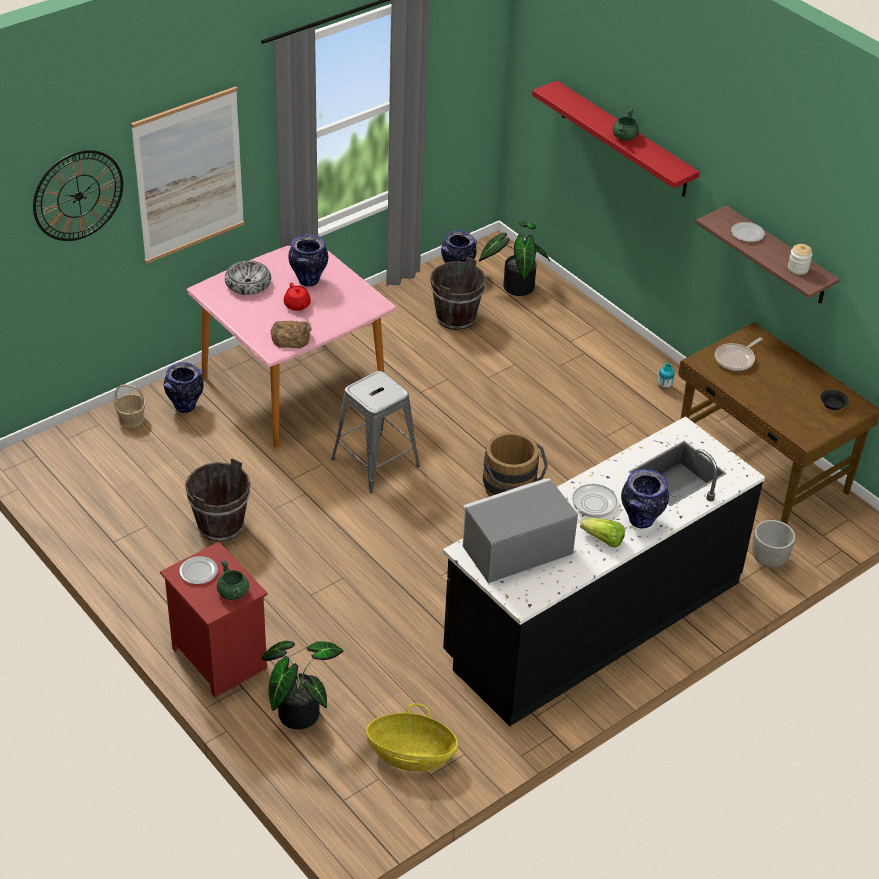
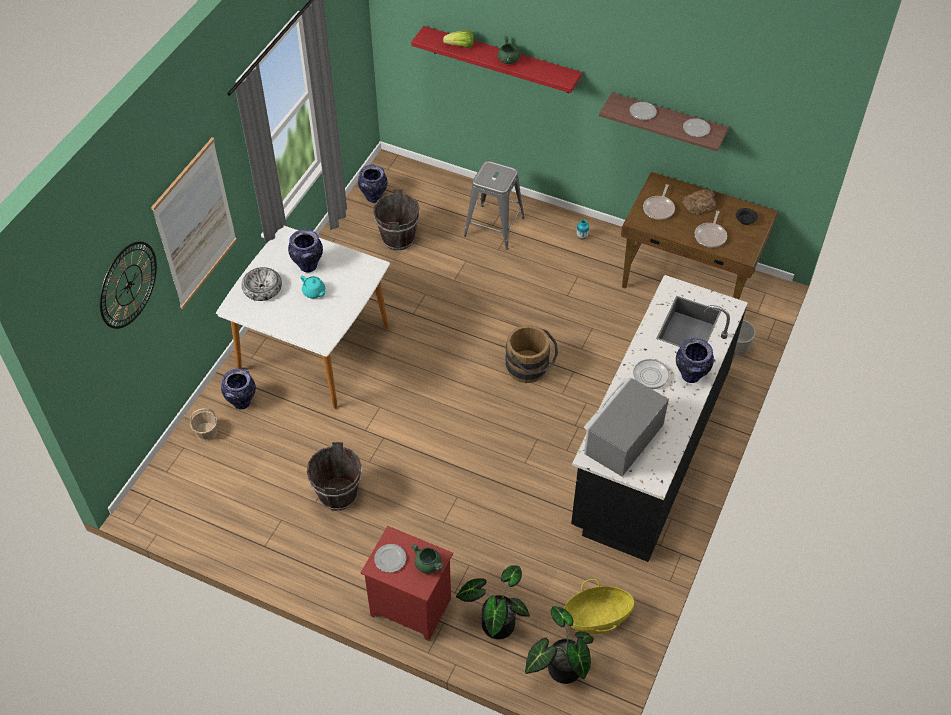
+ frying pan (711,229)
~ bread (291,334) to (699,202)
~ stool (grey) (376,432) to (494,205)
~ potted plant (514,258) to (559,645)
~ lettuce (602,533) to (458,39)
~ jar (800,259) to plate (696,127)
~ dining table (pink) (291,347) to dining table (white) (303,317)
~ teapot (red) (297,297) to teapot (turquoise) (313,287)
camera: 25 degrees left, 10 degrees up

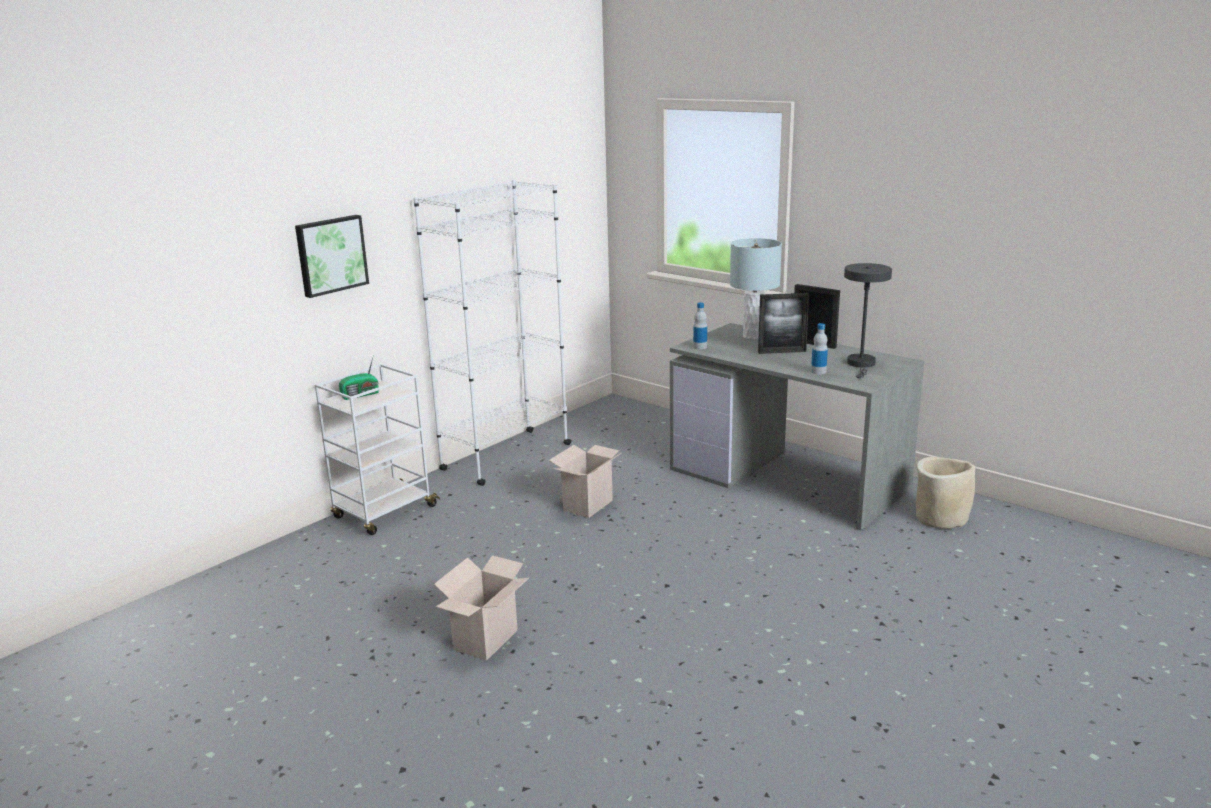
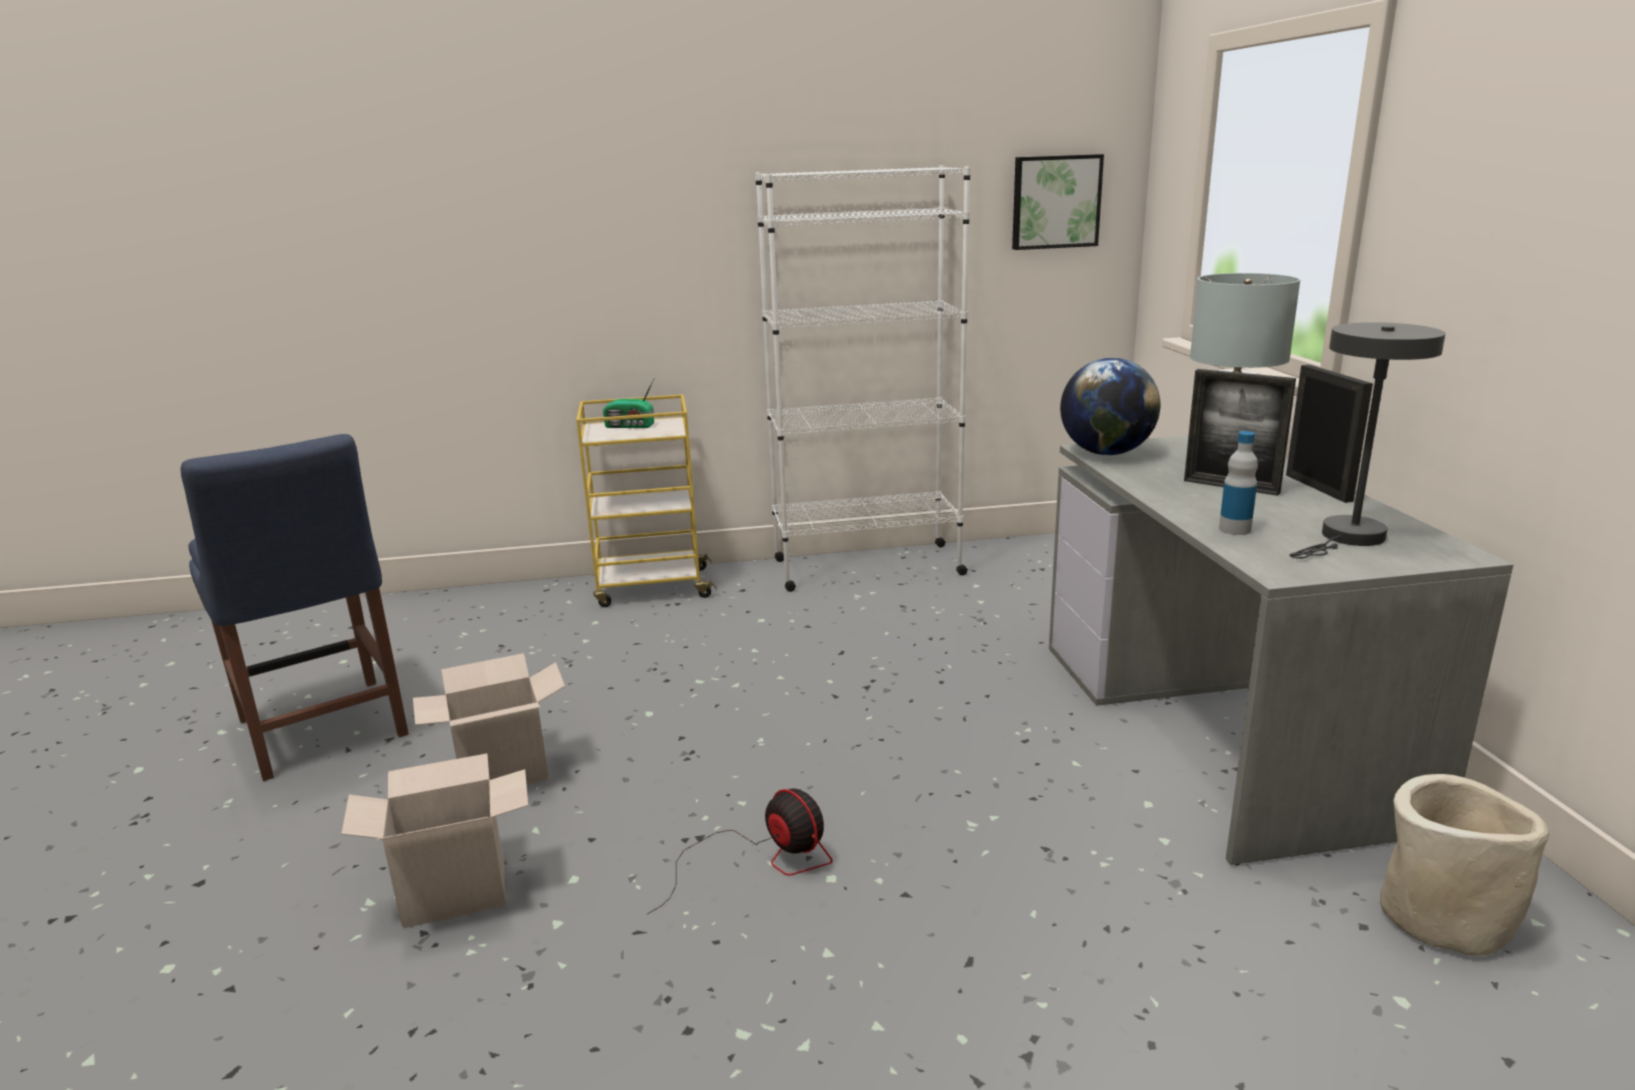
+ chair (blue) (295,607)
+ fan (739,851)
~ picture (332,256) to (1058,202)
~ cardboard box (585,481) to (434,841)
~ bottle (700,326) to globe (1110,406)
~ cart (white) (377,449) to cart (yellow) (646,500)
camera: 40 degrees right, 0 degrees up

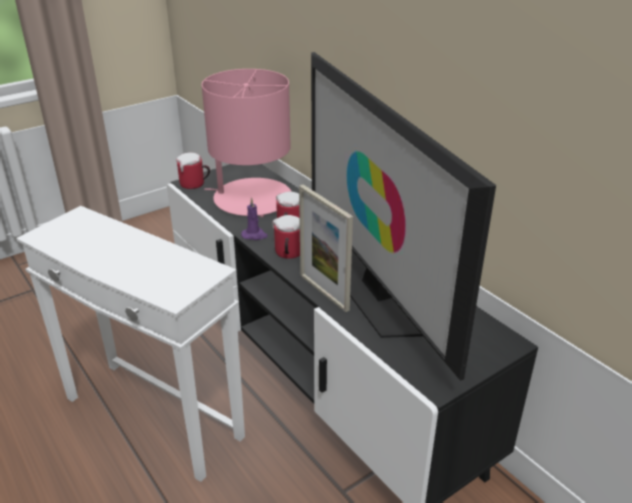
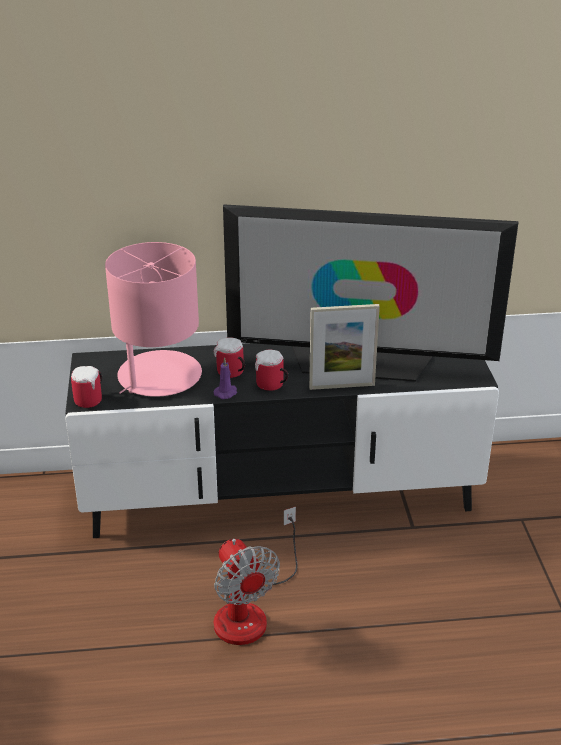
~ side table (white) (130,344) to fan (256,576)
camera: 60 degrees left, 0 degrees up

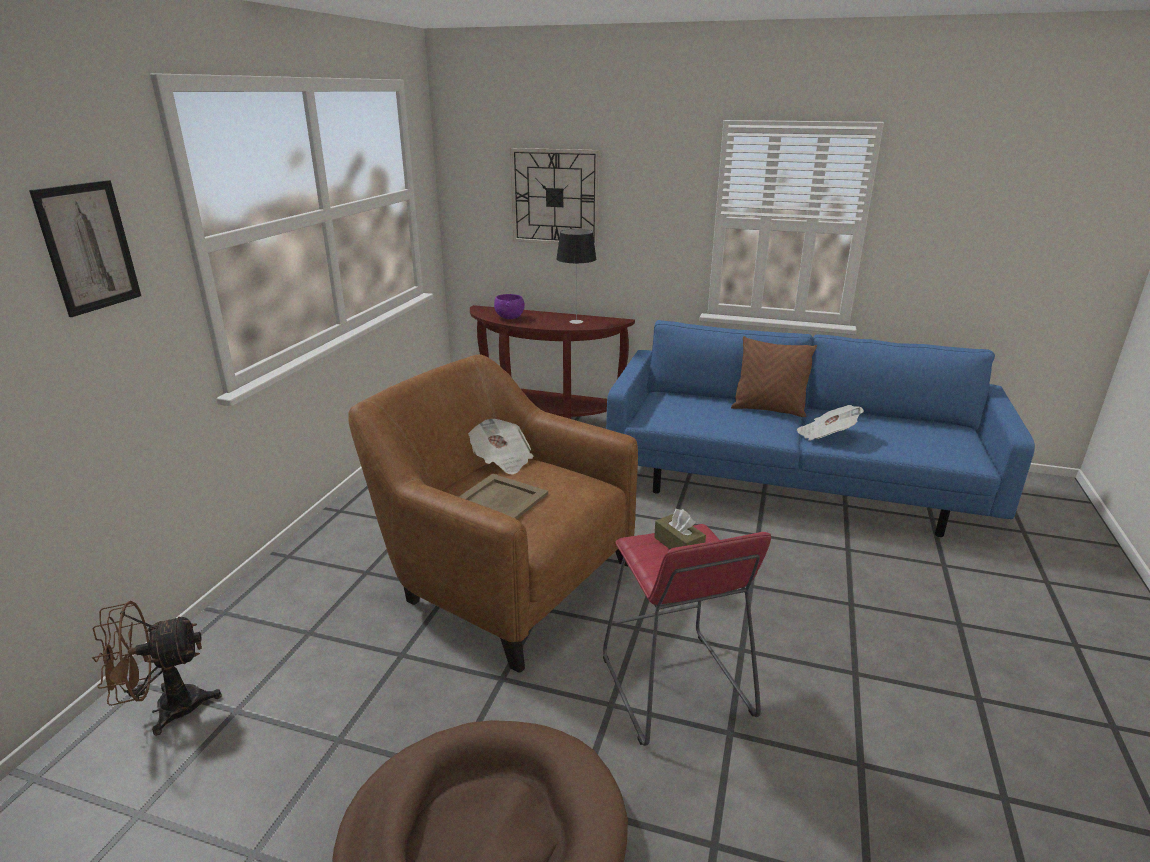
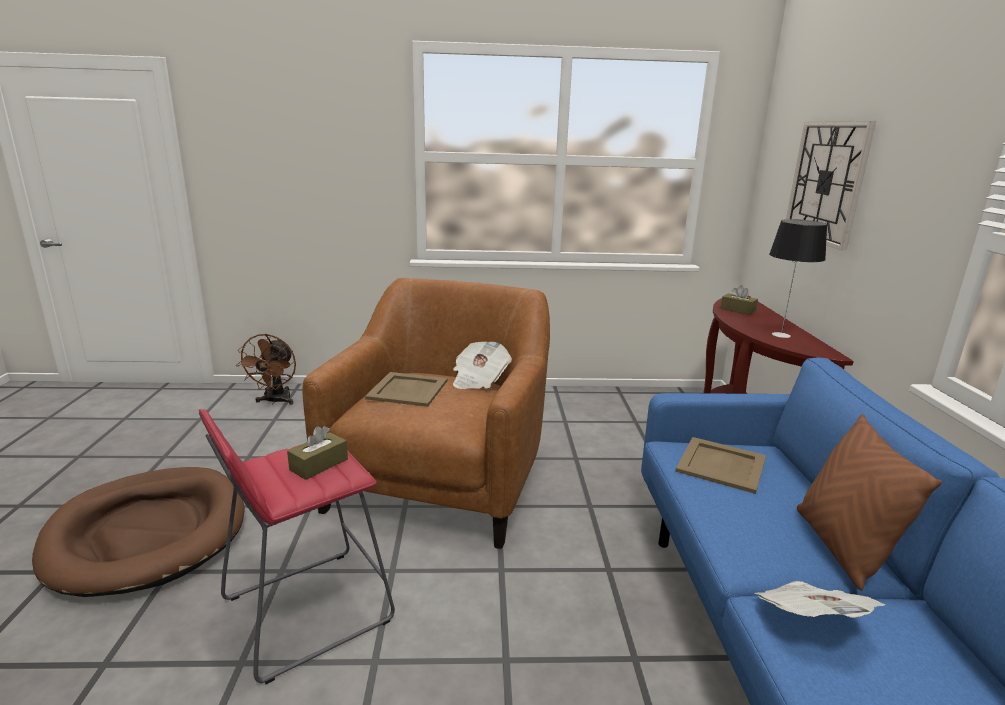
- picture (85,248)
+ tray (beige) (720,465)
~ bowl (purple) (509,306) to tissue box (brown) (739,300)
~ fan (brown) (157,668) = (266,369) 135 degrees counterclockwise
camera: 70 degrees right, 5 degrees down

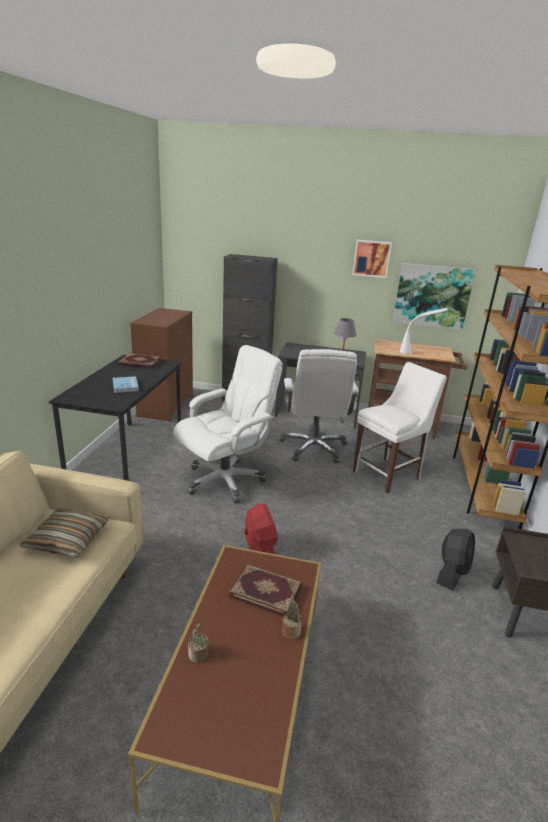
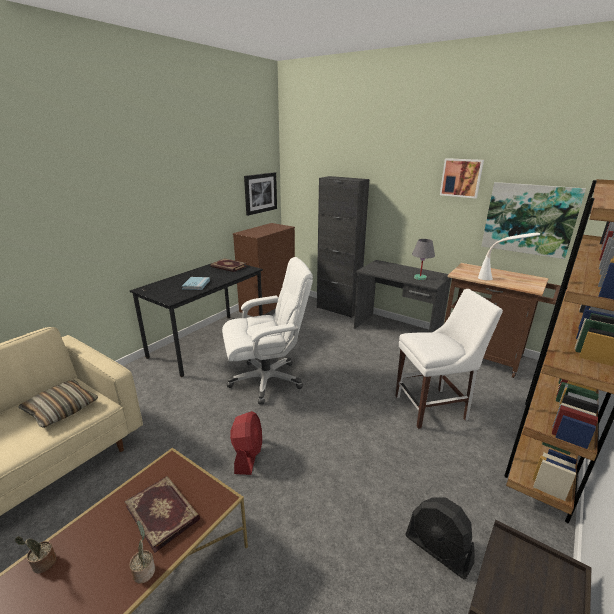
- office chair (white) (319,406)
+ picture (260,194)
~ fan (black) (455,560) = (440,539) 75 degrees clockwise
camera: 25 degrees right, 0 degrees up

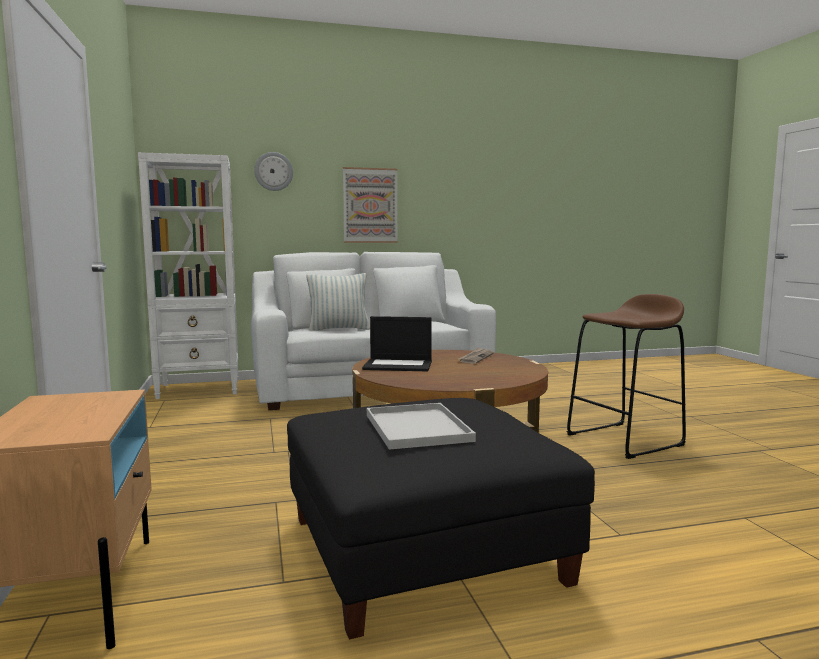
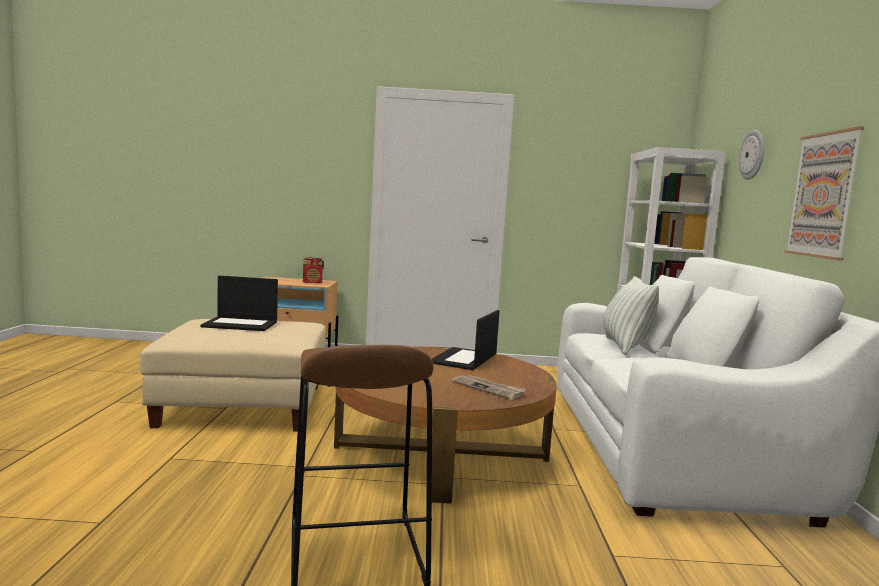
+ radio (313,269)
~ tray (white) (421,426) to laptop (239,303)
~ ottoman (black) (441,519) to ottoman (beige) (233,375)
camera: 105 degrees right, 0 degrees up

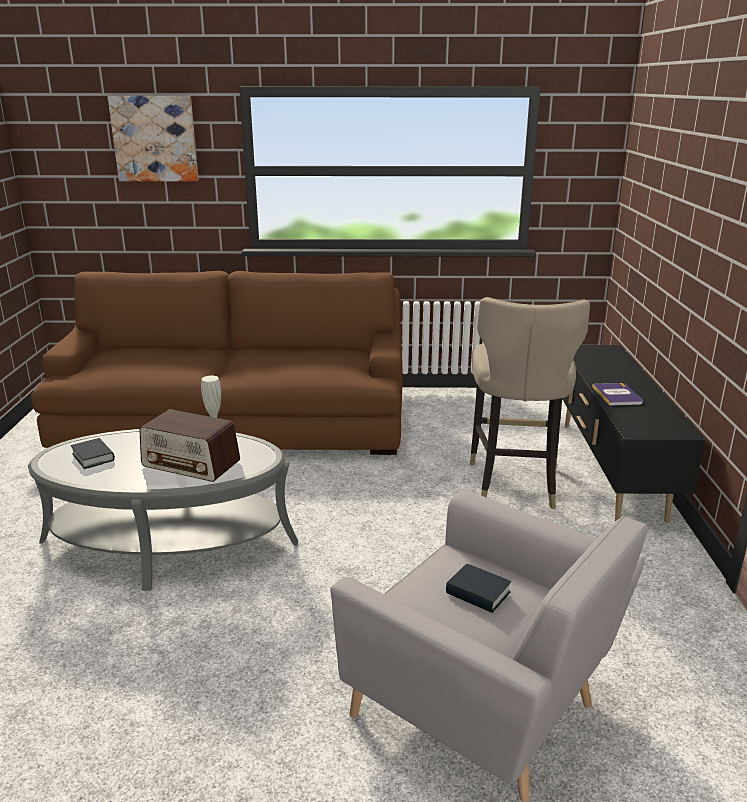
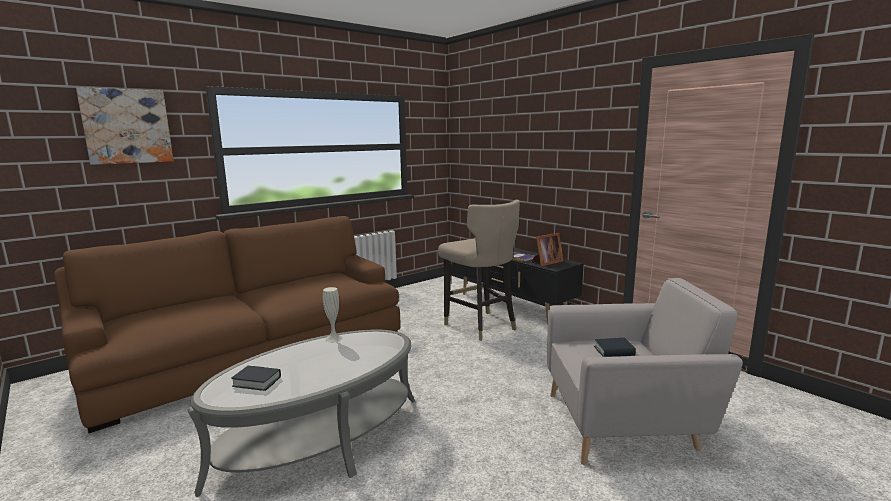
- radio (189,445)
+ picture frame (547,249)
camera: 40 degrees left, 10 degrees down

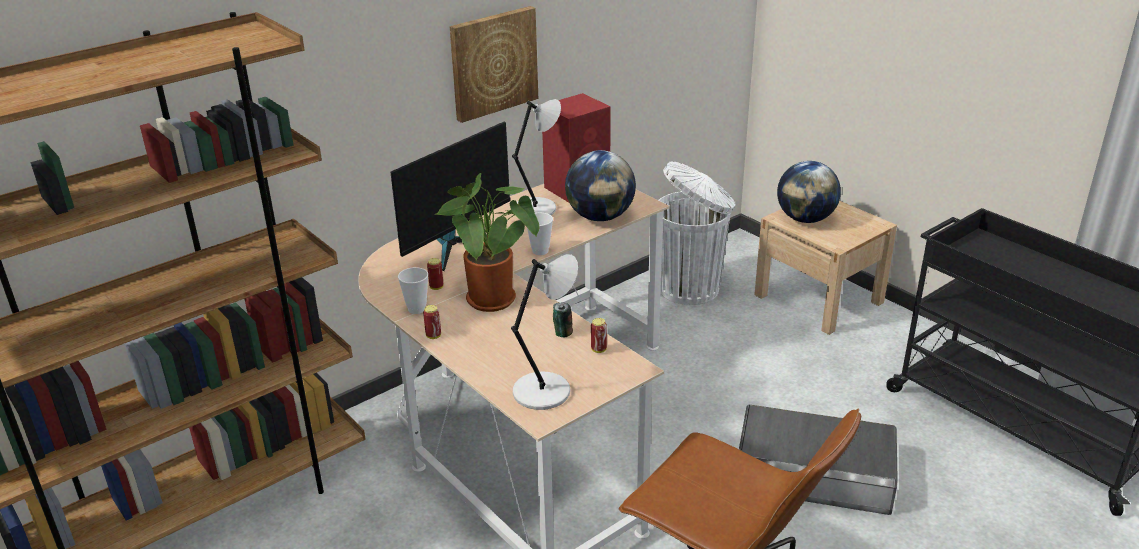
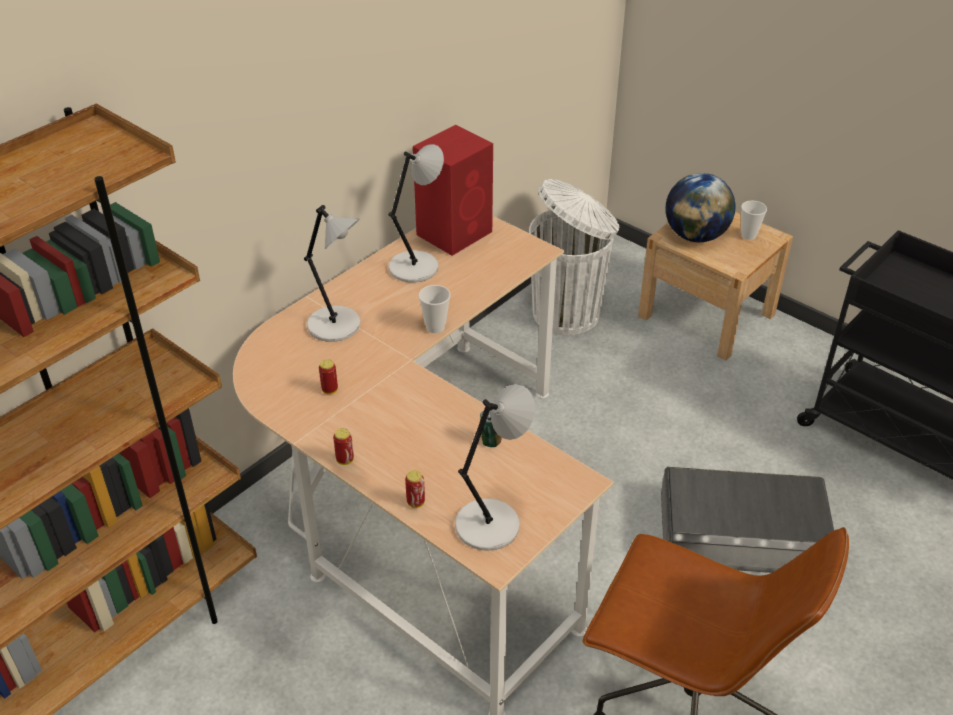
- potted plant (486,242)
- picture (494,64)
- globe (600,185)
~ cup (413,290) to (754,220)
~ can (599,335) to (415,489)
~ monitor (450,196) to table lamp (grey) (332,273)
camera: 10 degrees left, 10 degrees up

